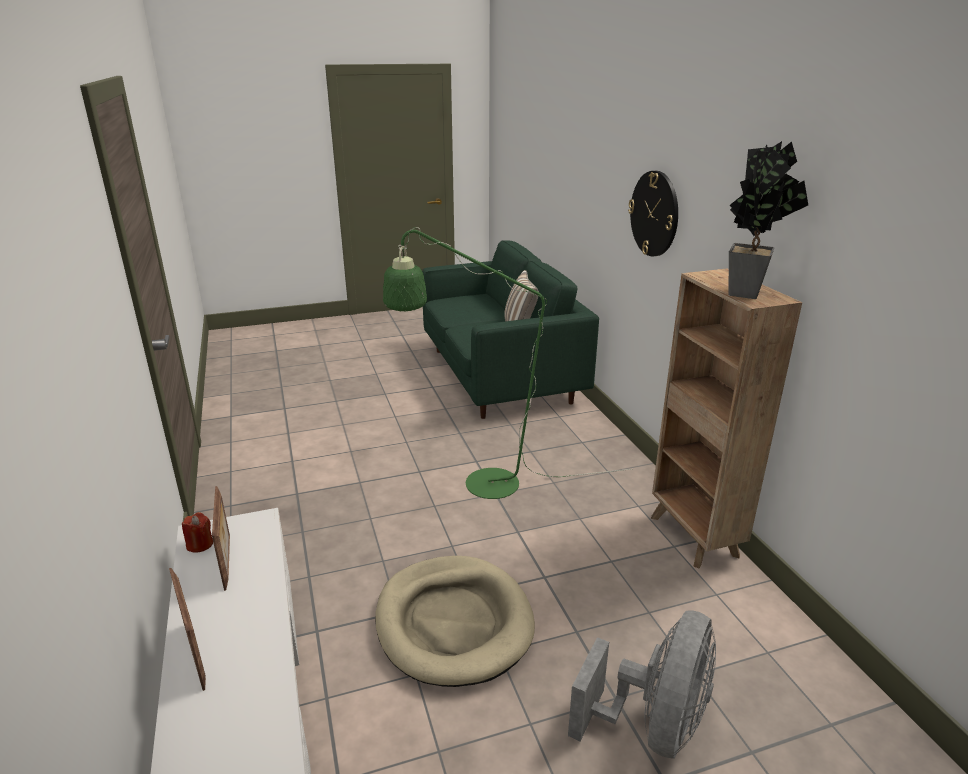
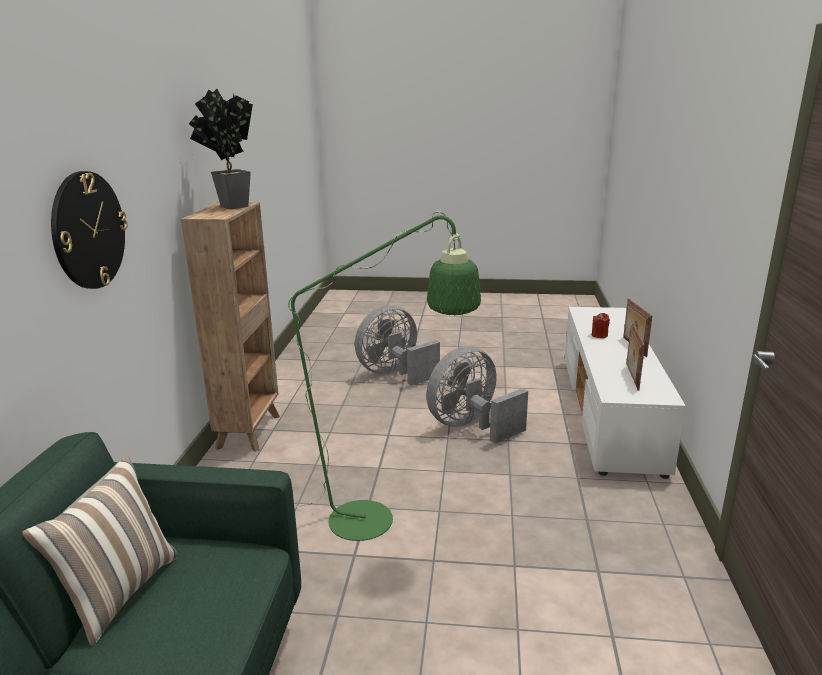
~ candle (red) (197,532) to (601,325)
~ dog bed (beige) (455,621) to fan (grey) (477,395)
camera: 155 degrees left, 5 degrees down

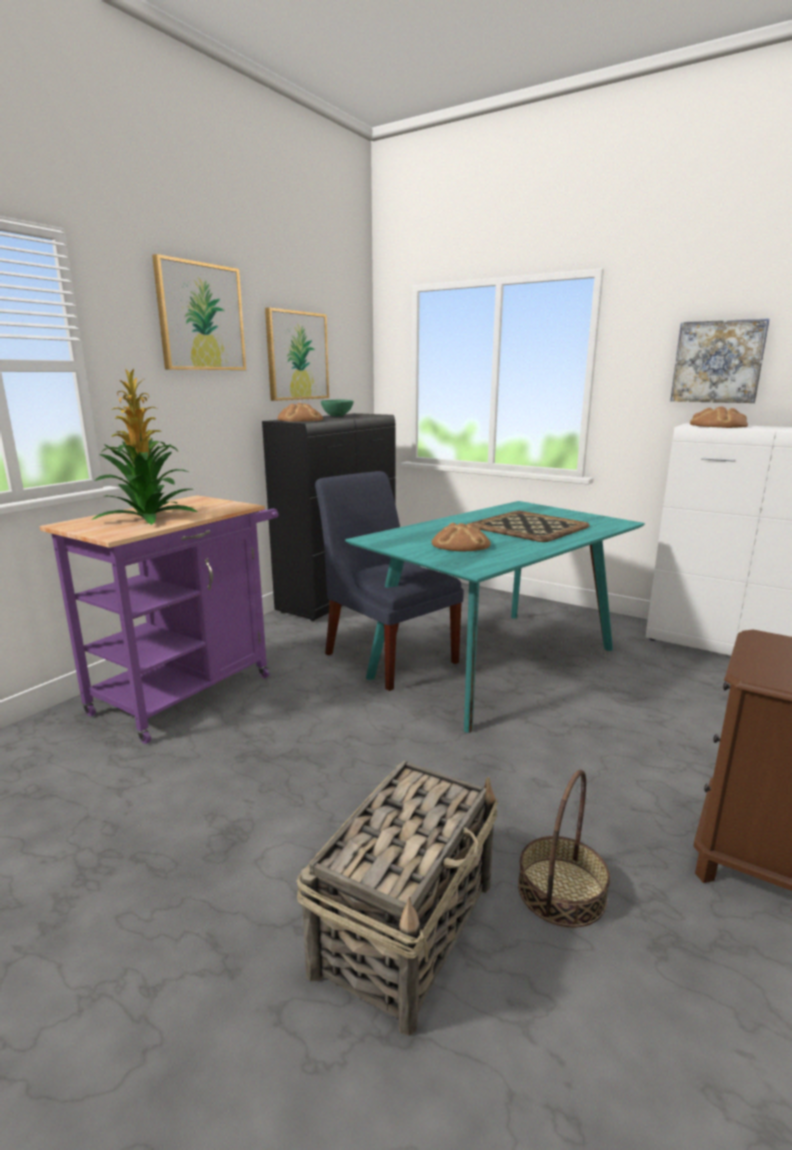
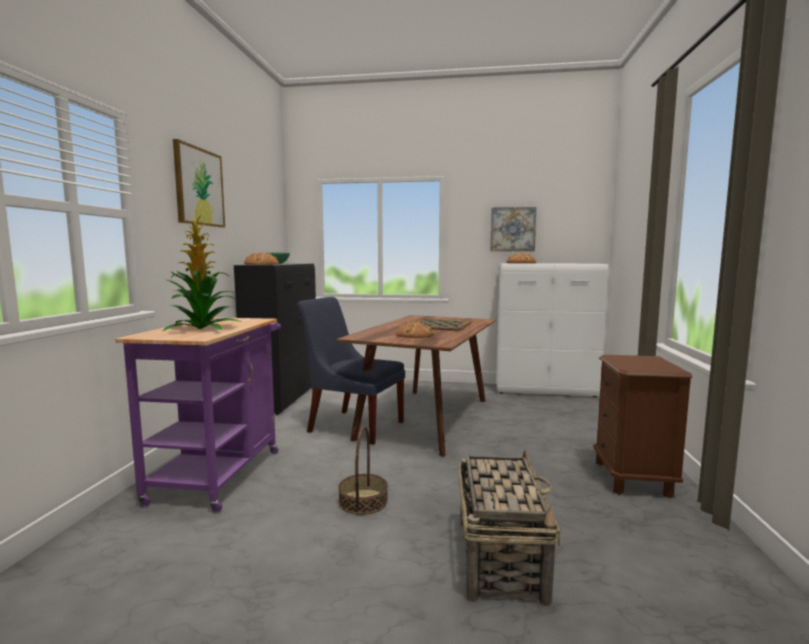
- picture (297,354)
~ basket (564,849) to (363,470)
~ dining table (turquoise) (495,617) to dining table (brown) (416,386)
camera: 25 degrees left, 10 degrees down

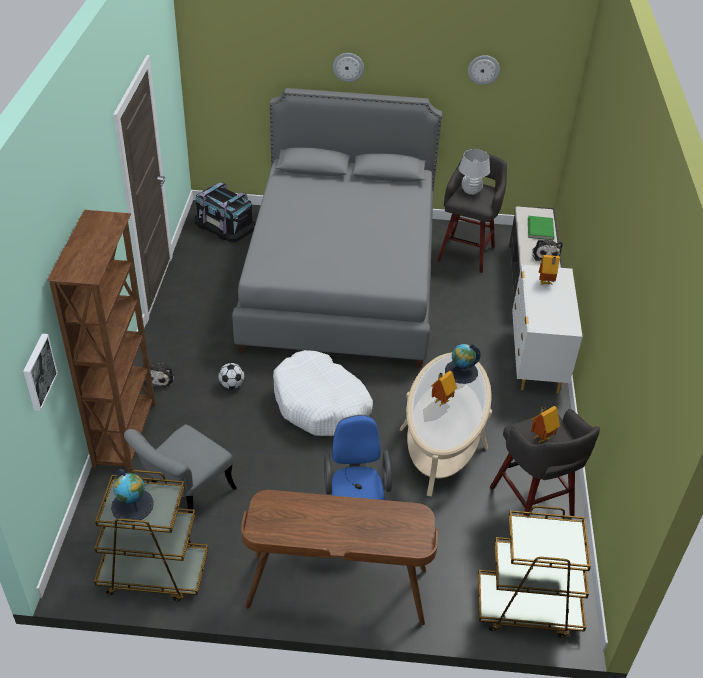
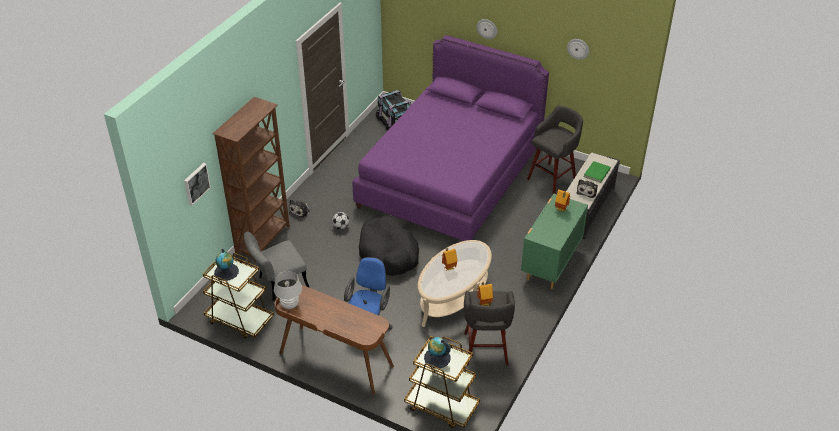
~ globe (463,364) to (437,352)
~ table lamp (white) (474,172) to (288,290)
~ bed (grey) (337,228) to bed (purple) (450,138)
~ dog bed (white) (323,393) to dog bed (black) (389,246)
~ dresser (white) (547,329) to dresser (green) (554,241)
camera: 25 degrees right, 0 degrees up

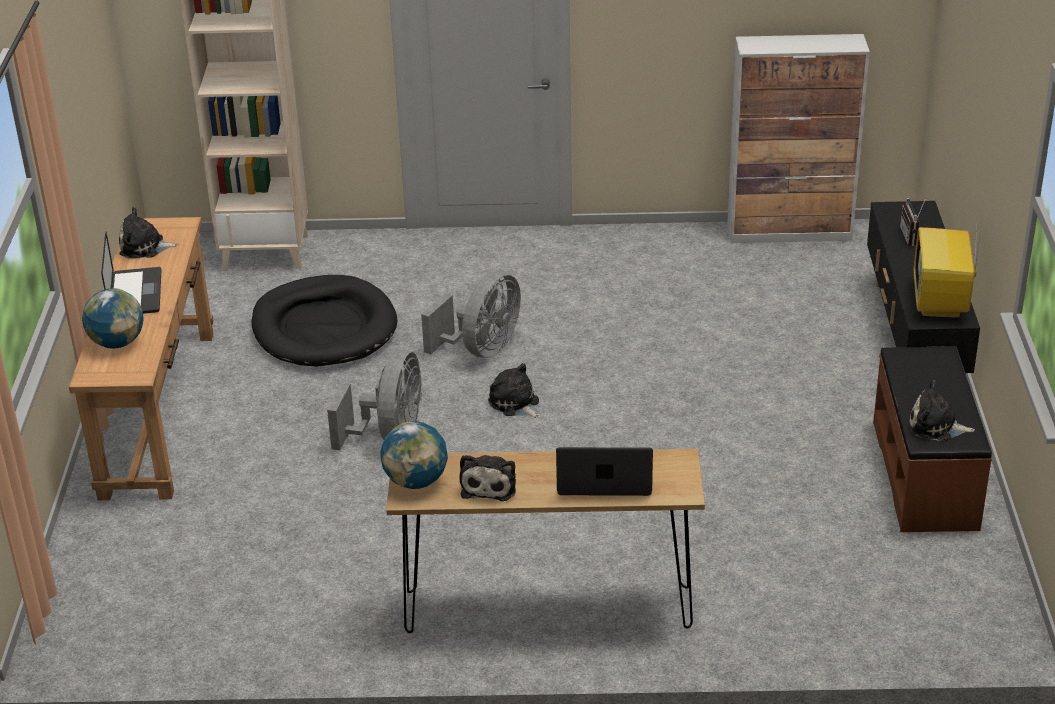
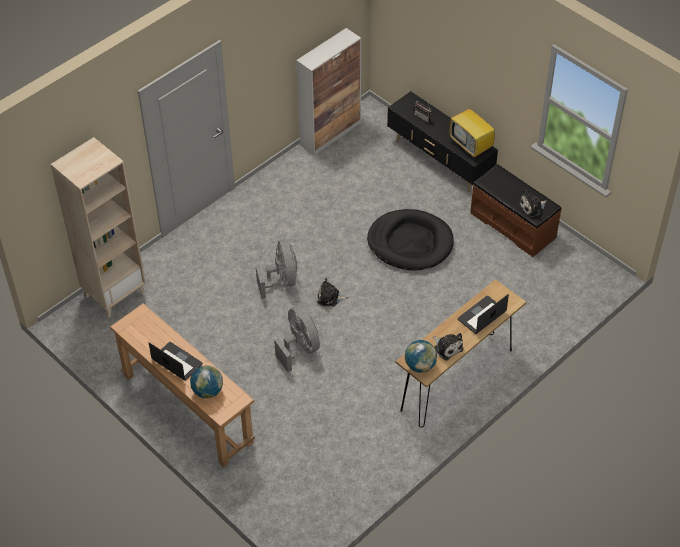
- plush toy (149,233)
~ dog bed (black) (325,321) to (410,239)
camera: 45 degrees left, 15 degrees up

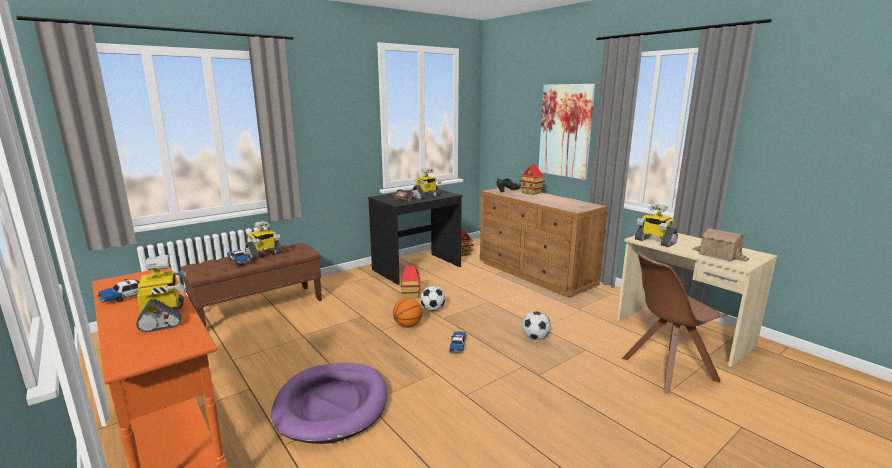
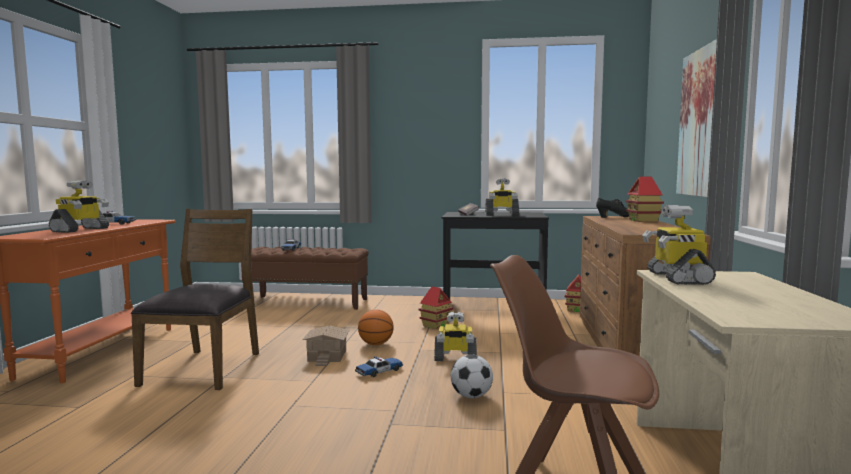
- football (432,298)
~ toy robot (263,240) to (455,336)
~ toy house (720,245) to (326,345)
~ dog bed (purple) (329,403) to chair (brown) (195,299)
camera: 45 degrees right, 10 degrees down

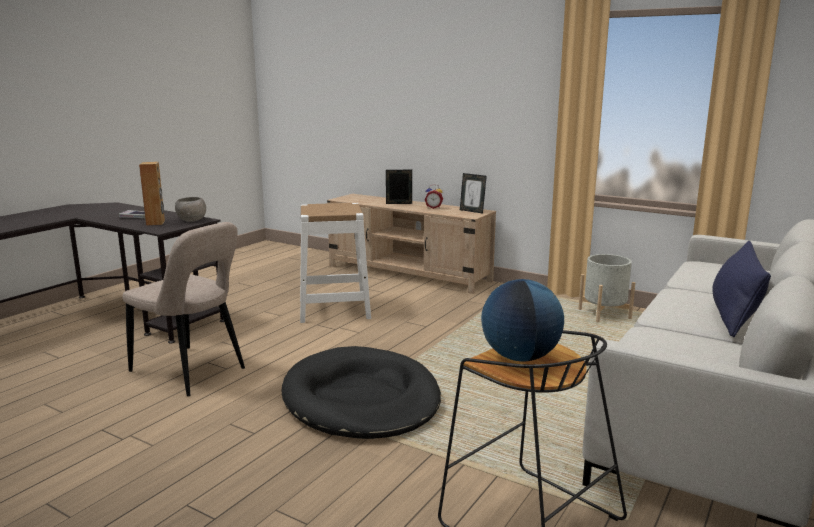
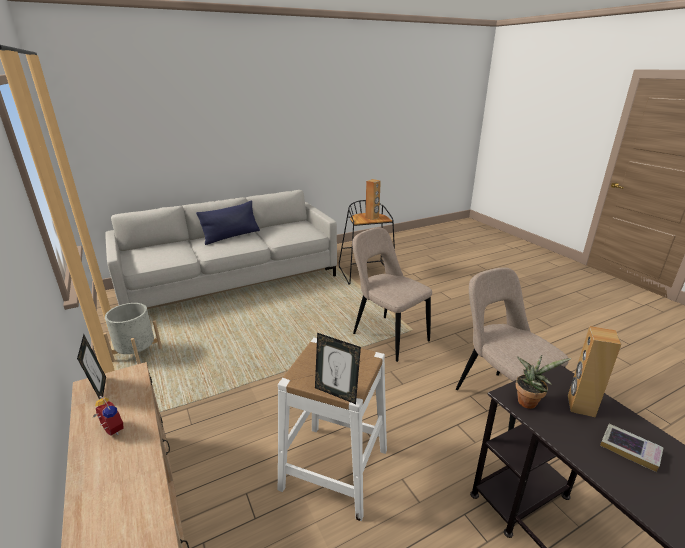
~ picture frame (399,187) to (338,368)
~ bowl (grey) (190,209) to potted plant (543,382)
~ dog bed (black) (361,392) to chair (beige) (392,295)
~ globe (522,320) to speaker (brown) (373,199)
camera: 150 degrees left, 10 degrees up

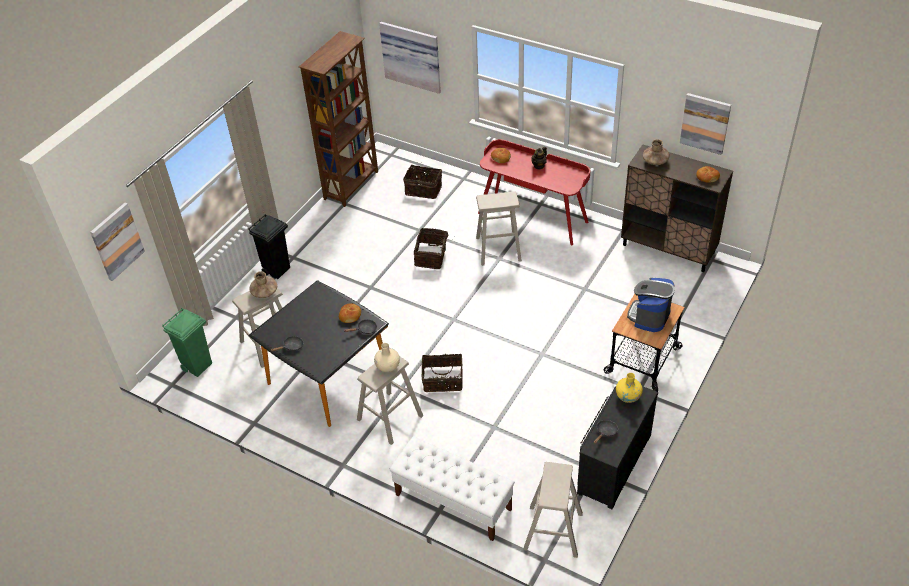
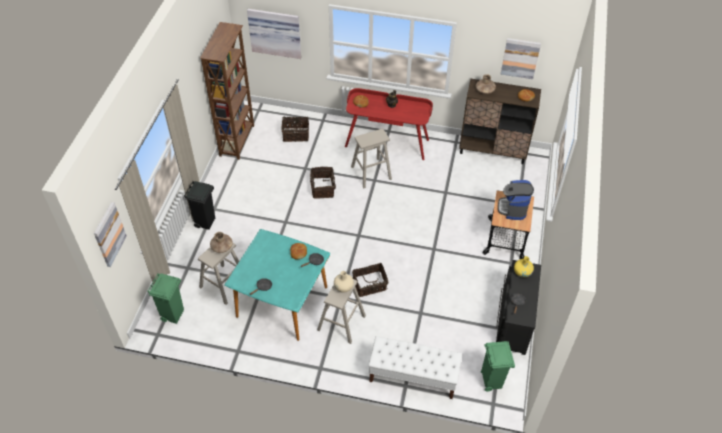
~ stool (beige) (553,510) to trash can (green) (498,366)
~ dining table (black) (319,354) to dining table (turquoise) (277,285)
camera: 20 degrees left, 5 degrees up

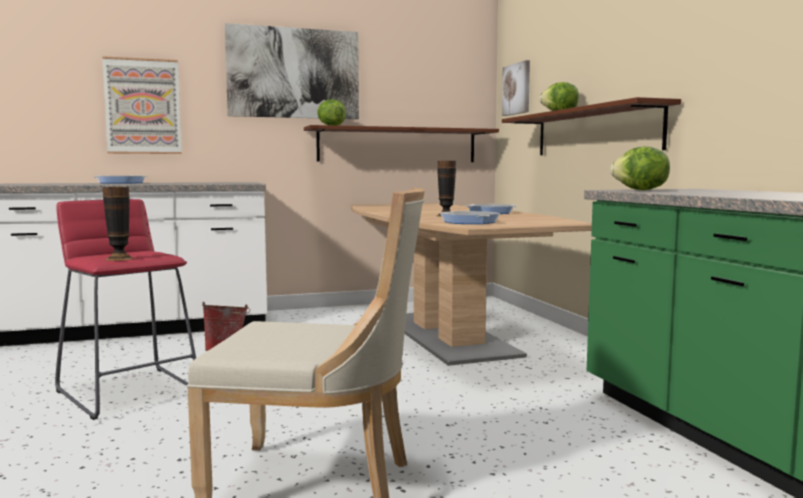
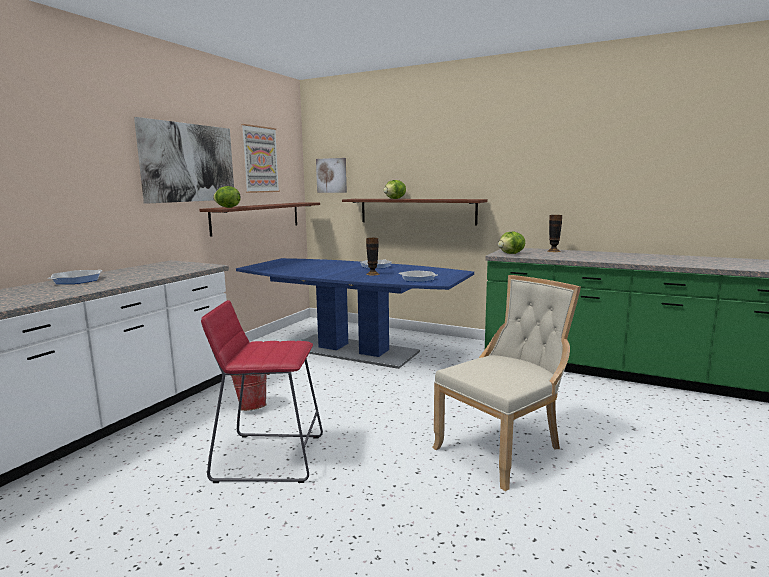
~ picture (142,105) to (260,158)
~ vase (118,224) to (554,233)
~ dining table (brown) (471,284) to dining table (blue) (355,313)
camera: 45 degrees left, 5 degrees up

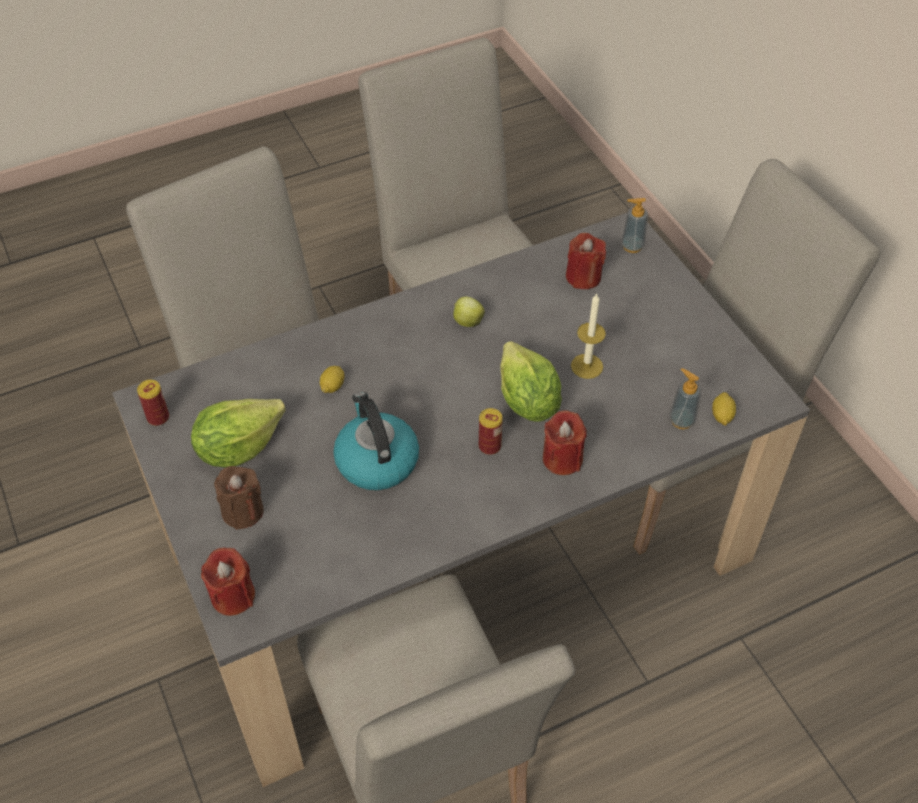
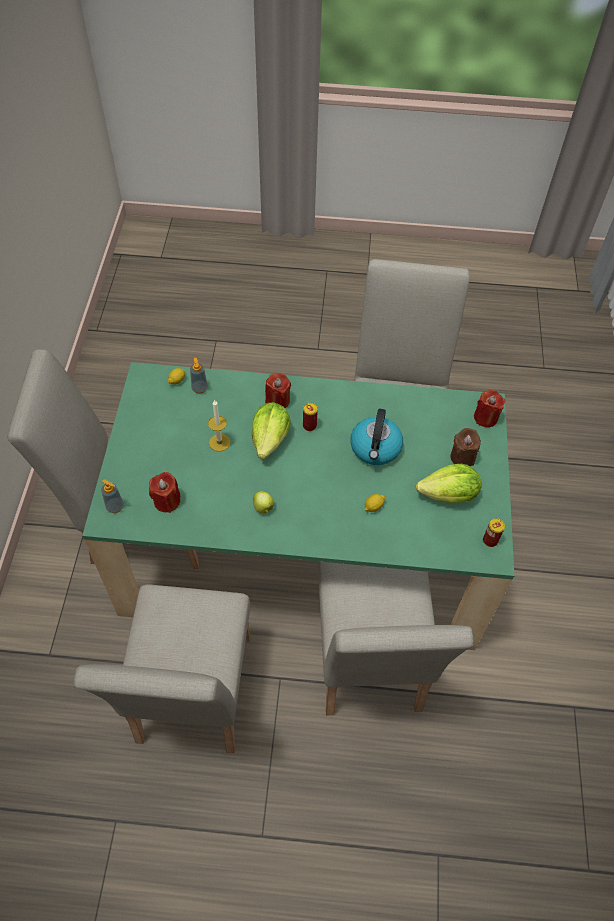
~ dining table (grey) (461,499) to dining table (green) (298,506)
camera: 150 degrees left, 5 degrees up

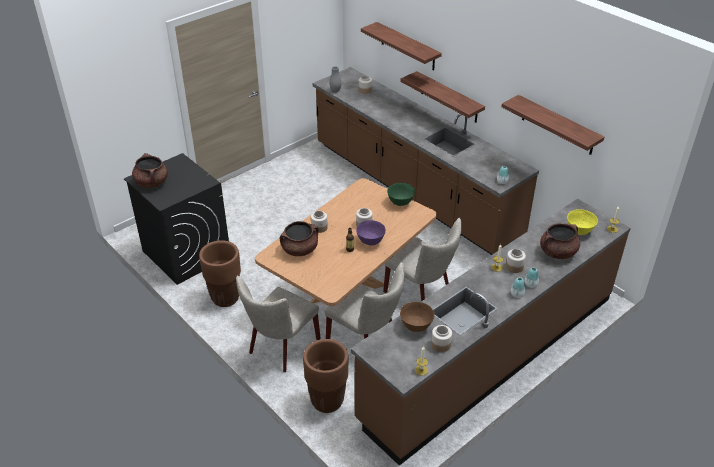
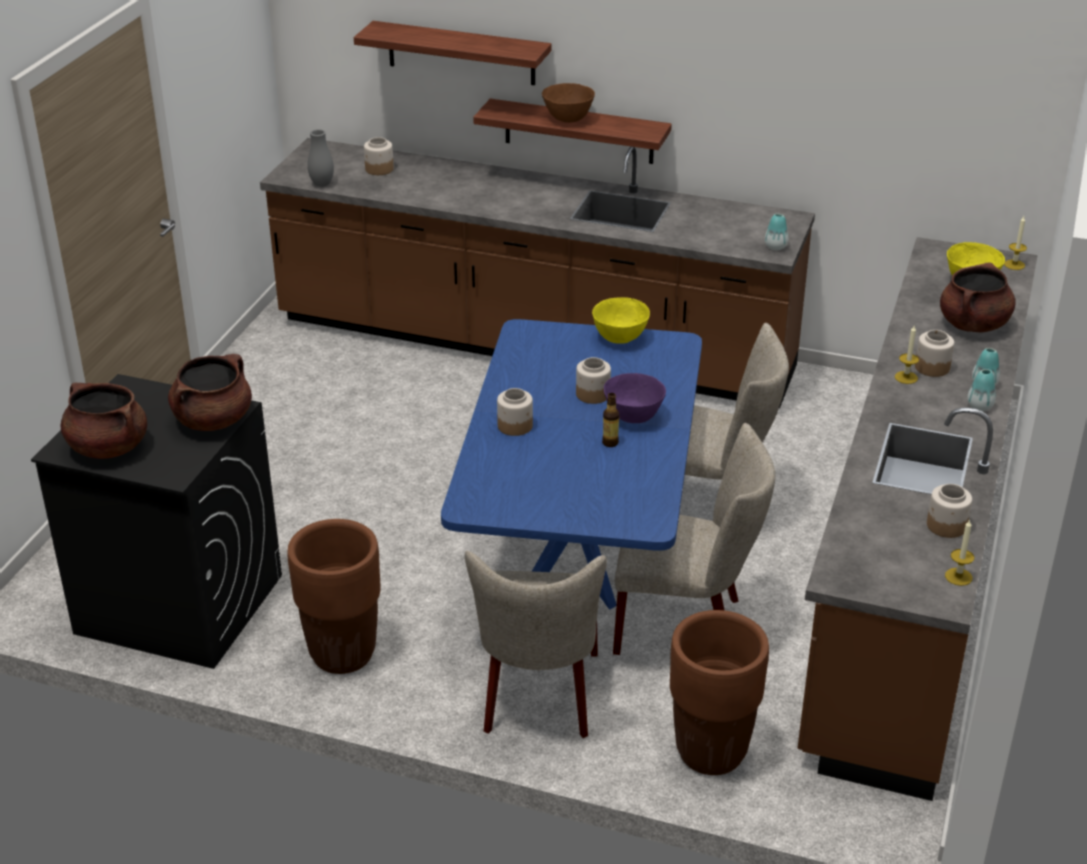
- shelf (553,125)
~ cooking pot (brown) (299,238) to (210,392)
~ bowl (brown) (417,317) to (568,103)
~ dining table (brown) (346,242) to dining table (blue) (571,464)
~ bowl (green) (401,194) to bowl (yellow) (621,320)
camera: 30 degrees left, 5 degrees down

